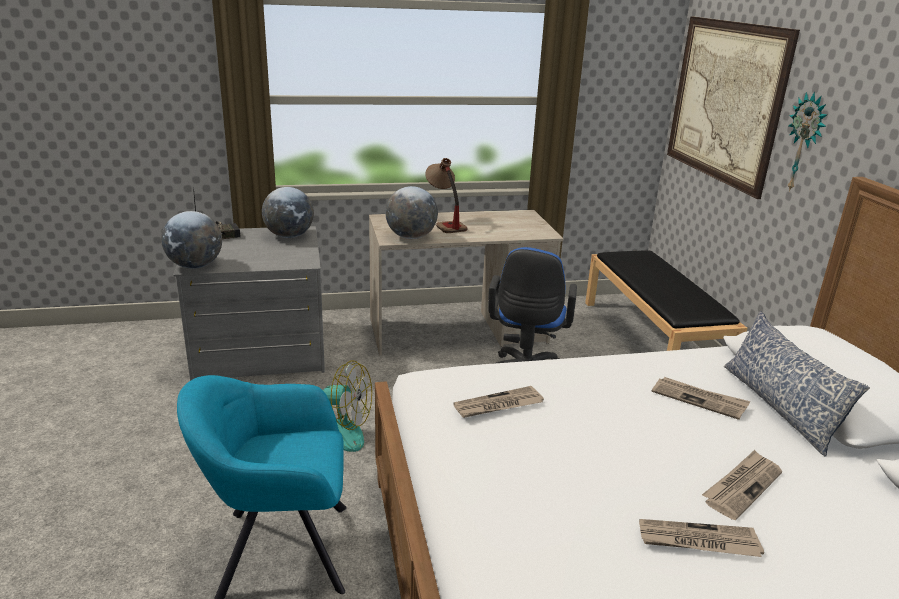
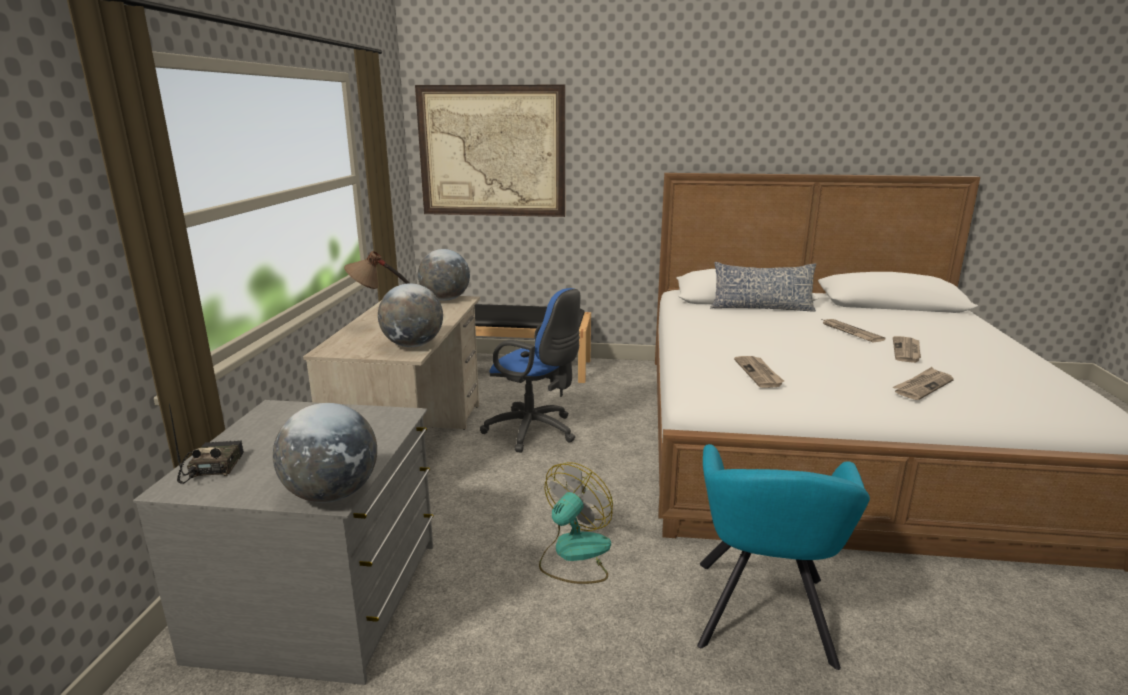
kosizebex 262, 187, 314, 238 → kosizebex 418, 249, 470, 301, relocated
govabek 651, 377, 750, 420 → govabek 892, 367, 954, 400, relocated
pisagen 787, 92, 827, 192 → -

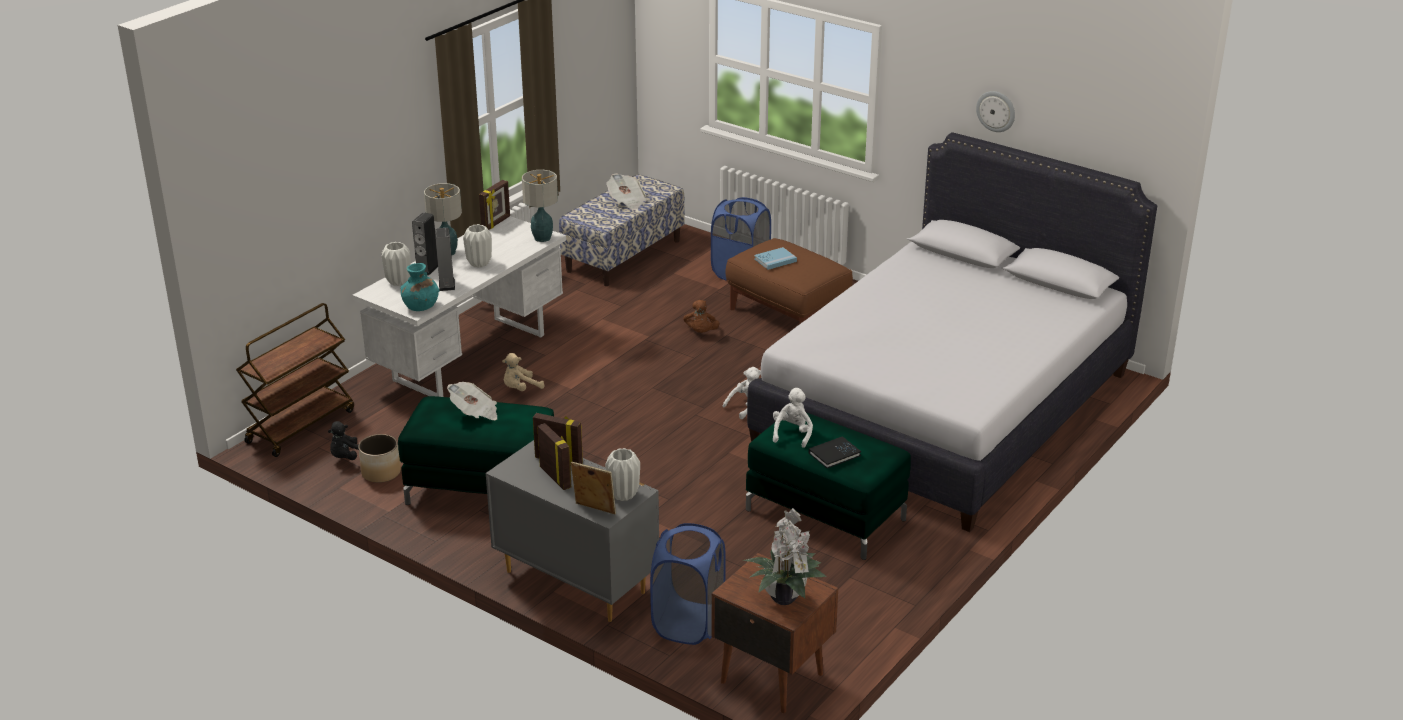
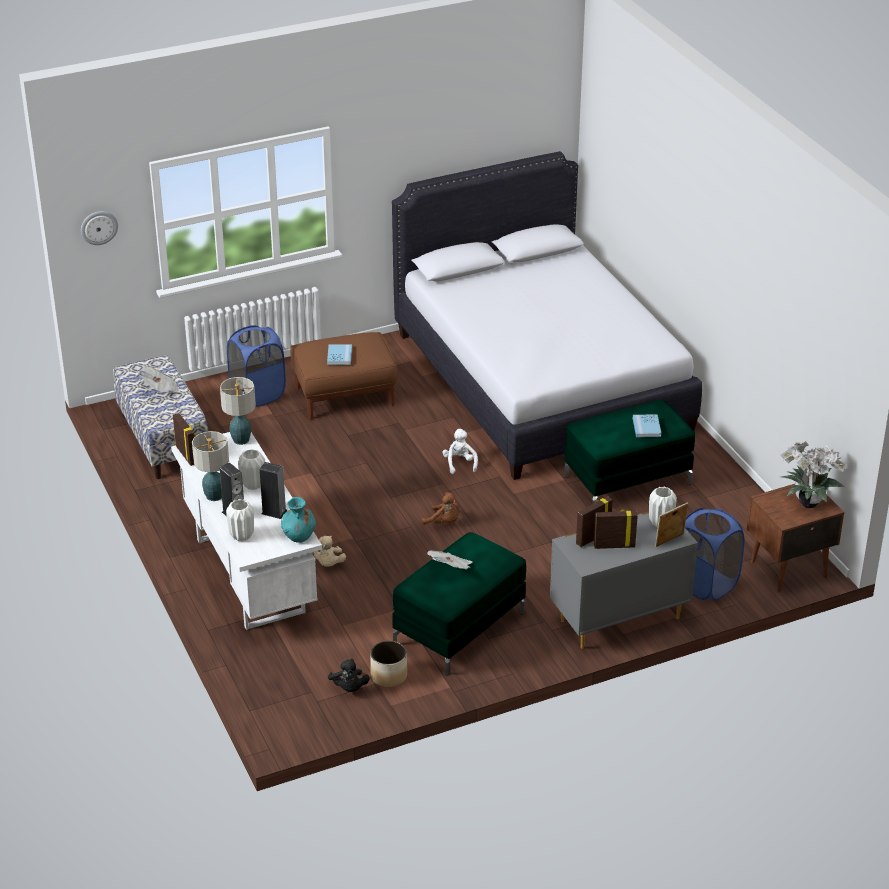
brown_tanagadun 236, 303, 354, 457 → -
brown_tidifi 683, 300, 720, 333 → brown_tidifi 422, 492, 459, 525, relocated
white_tidifi 773, 388, 813, 448 → -
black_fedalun 809, 436, 861, 468 → blue_fedalun 633, 414, 662, 438
pisagen 976, 91, 1015, 132 → pisagen 81, 211, 118, 245, relocated

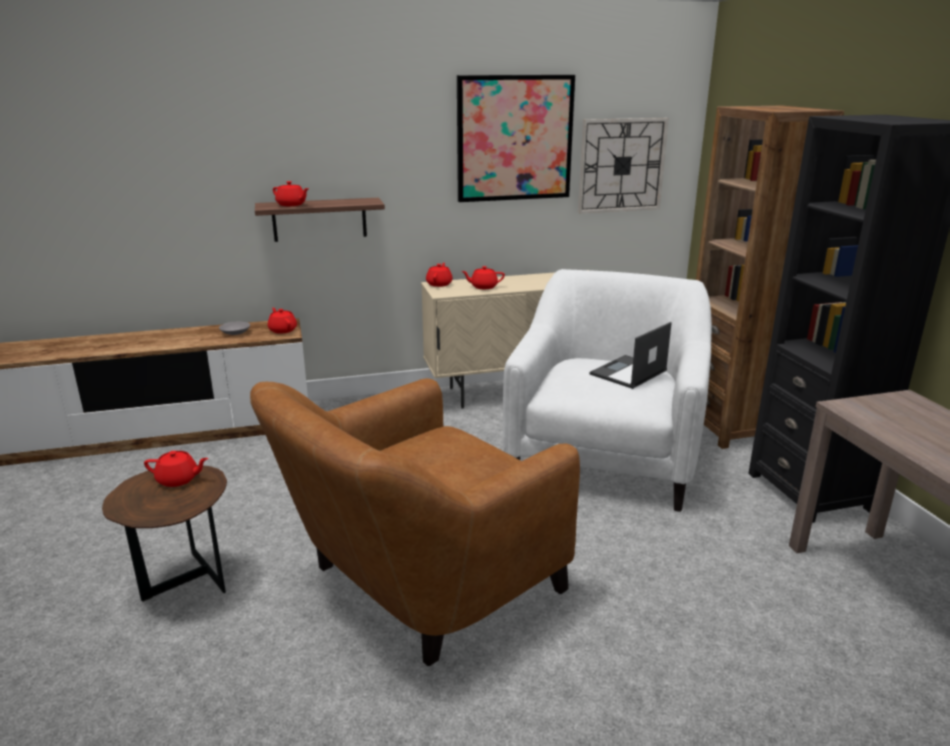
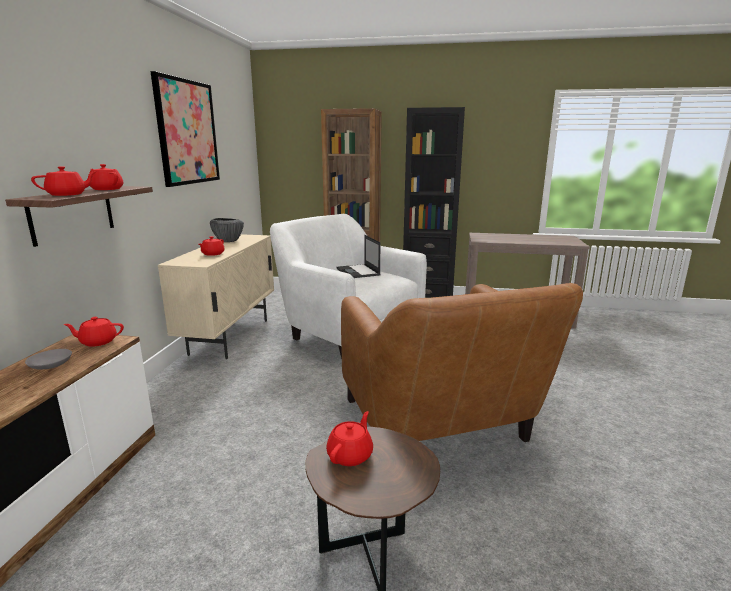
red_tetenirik 426, 263, 453, 287 → red_tetenirik 89, 164, 124, 190, relocated
pisagen 578, 118, 669, 213 → -
- → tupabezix 210, 218, 244, 242

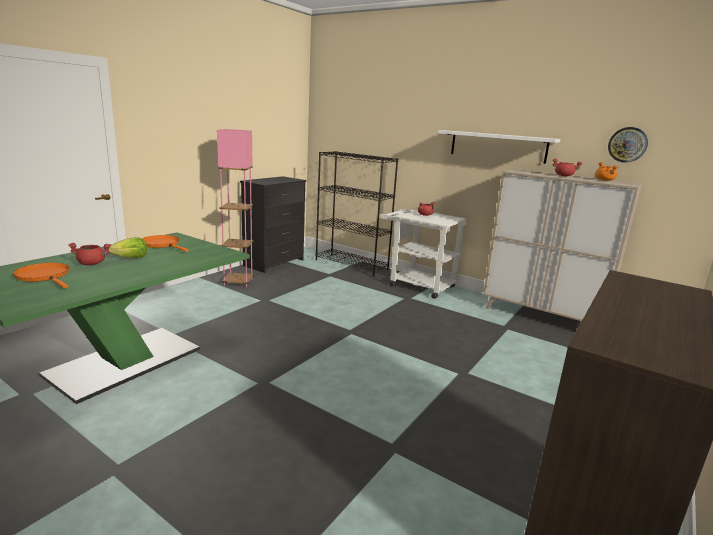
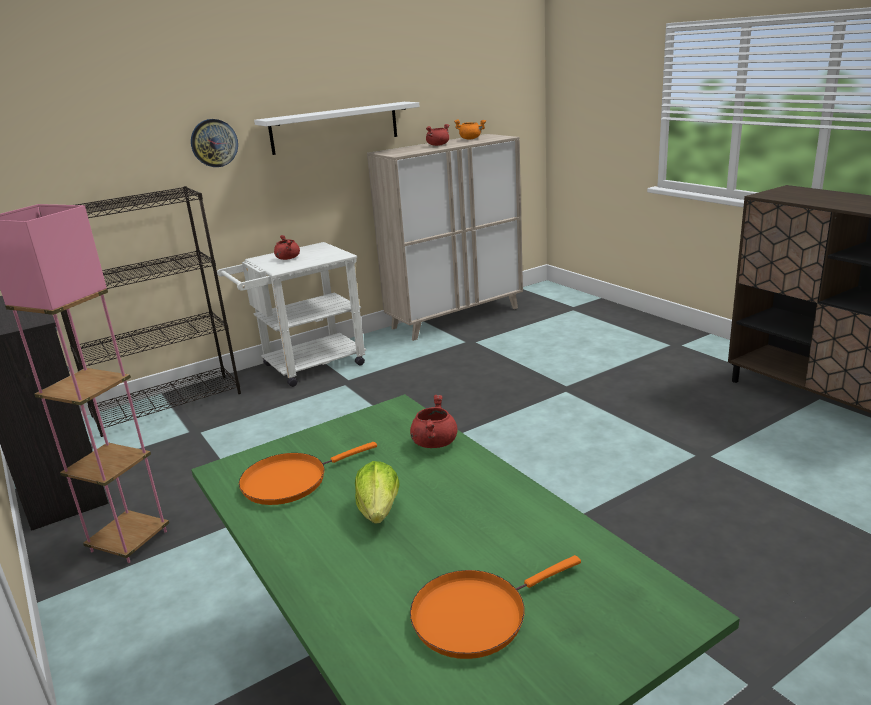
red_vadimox 68, 243, 111, 265 → red_vadimox 410, 395, 457, 448, relocated
pisagen 608, 127, 648, 163 → pisagen 191, 119, 238, 167, relocated

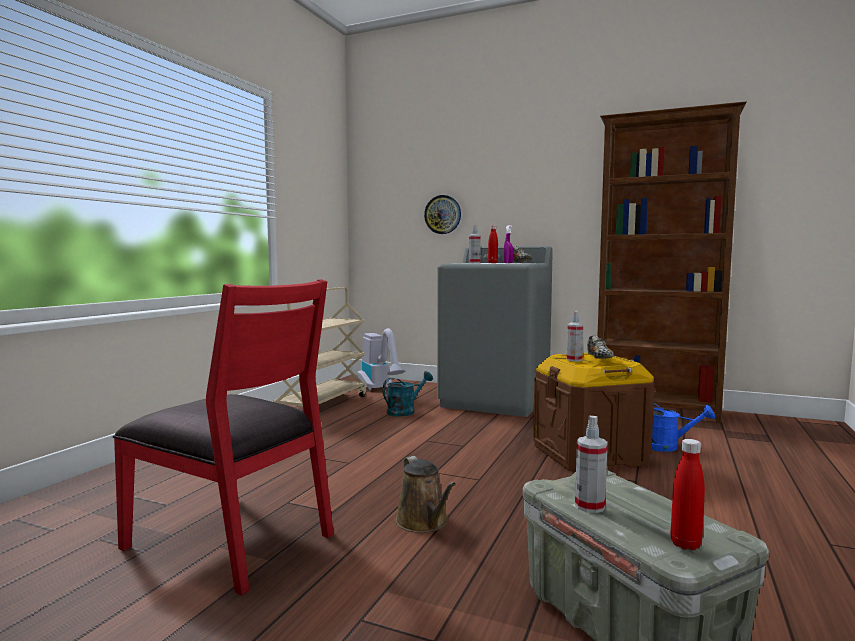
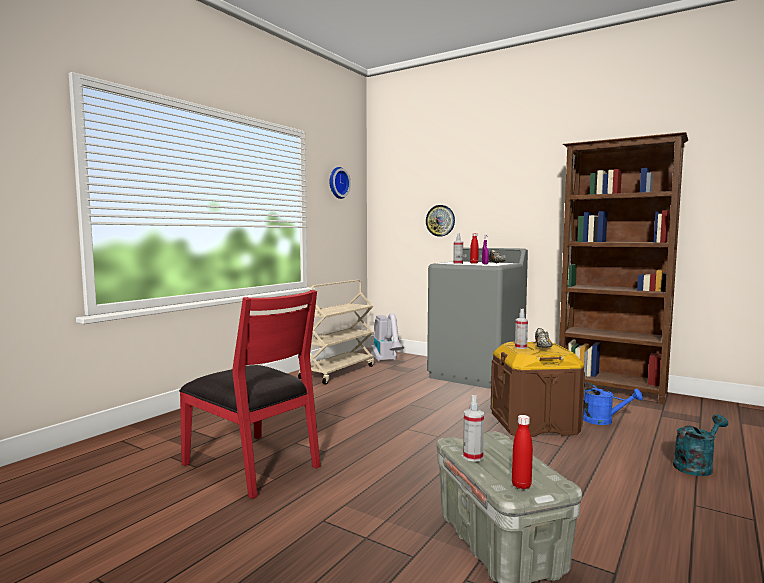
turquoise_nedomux 382, 371, 433, 417 → turquoise_nedomux 673, 415, 728, 476, relocated
brown_nedomux 396, 456, 456, 533 → -
- → pisagen 330, 167, 351, 199

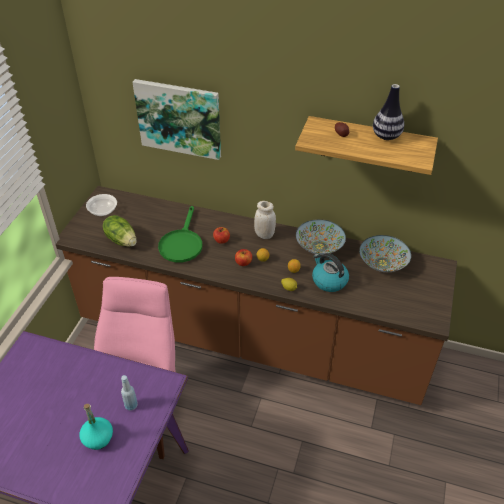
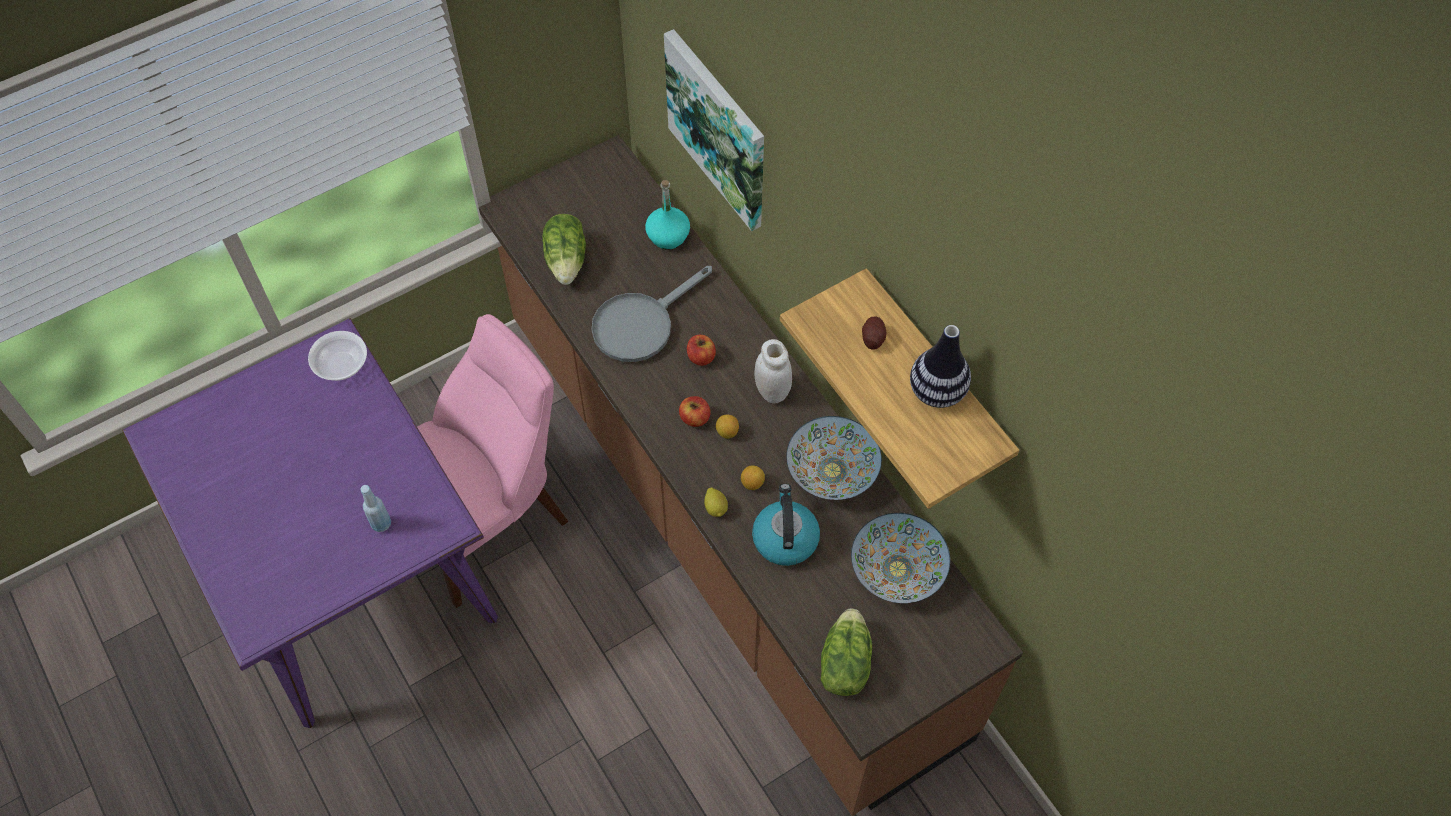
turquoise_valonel 79, 404, 113, 450 → turquoise_valonel 645, 180, 690, 250, relocated
tupabezix 86, 194, 117, 216 → tupabezix 308, 331, 367, 381, relocated
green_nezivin 158, 206, 202, 263 → grey_nezivin 592, 266, 712, 362
- → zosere 821, 609, 872, 696

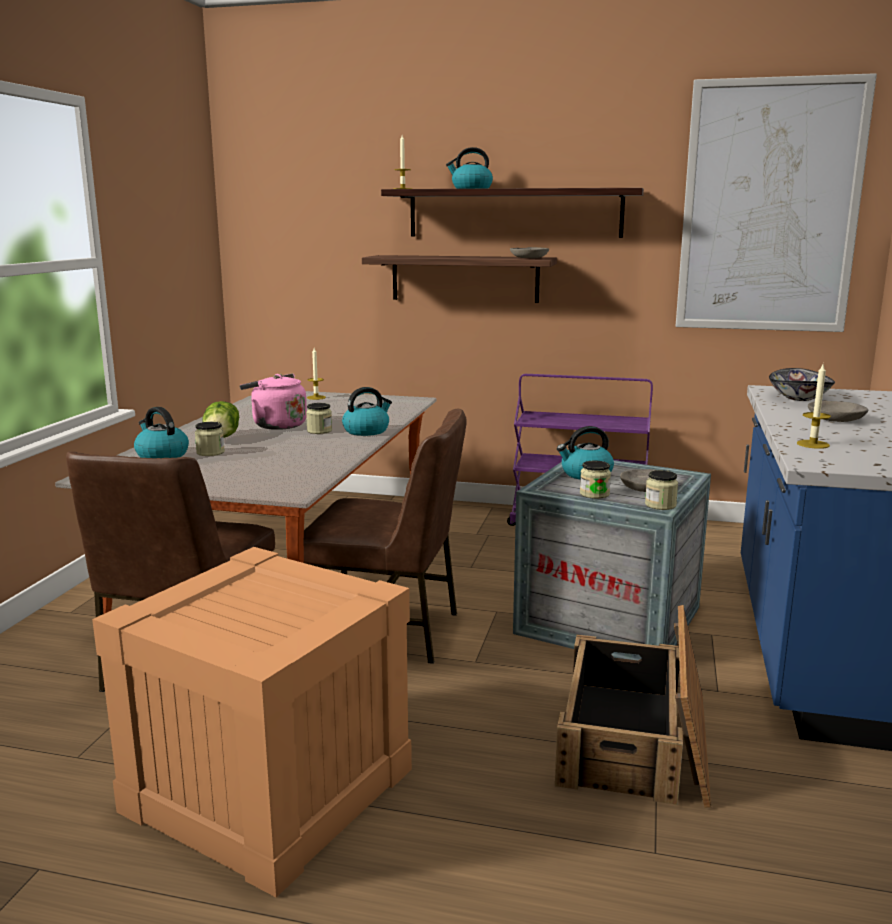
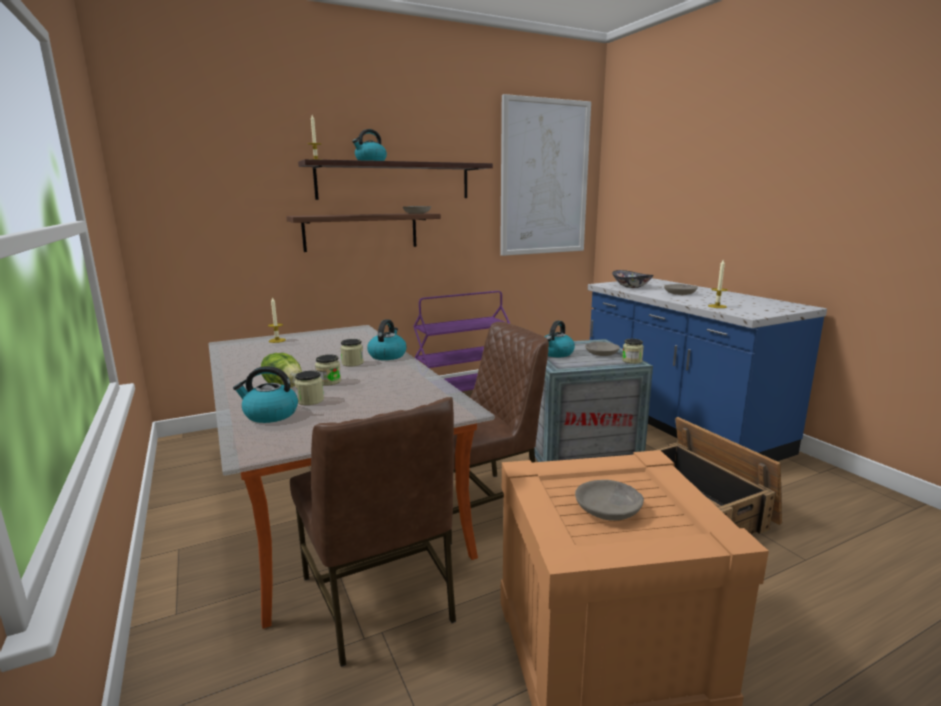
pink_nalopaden 240, 374, 307, 430 → -
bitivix 580, 461, 611, 499 → bitivix 315, 354, 341, 386, relocated
- → grey_tupabezix 575, 480, 644, 521

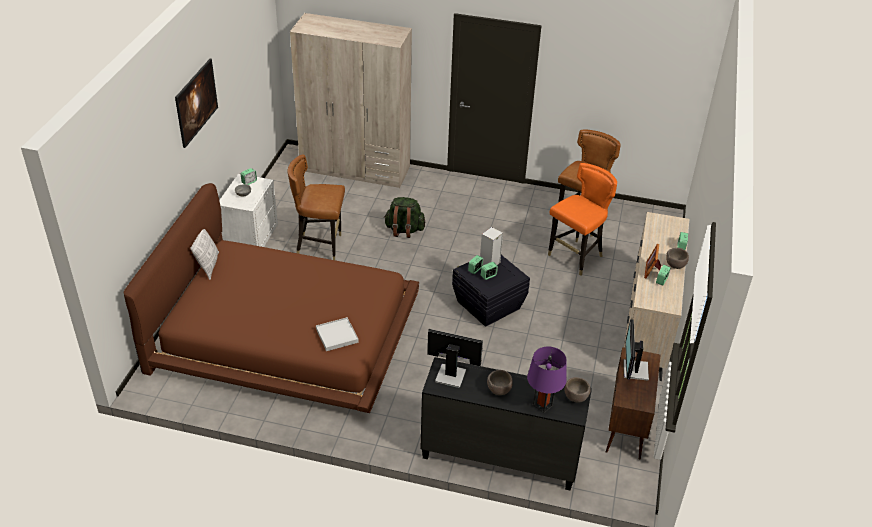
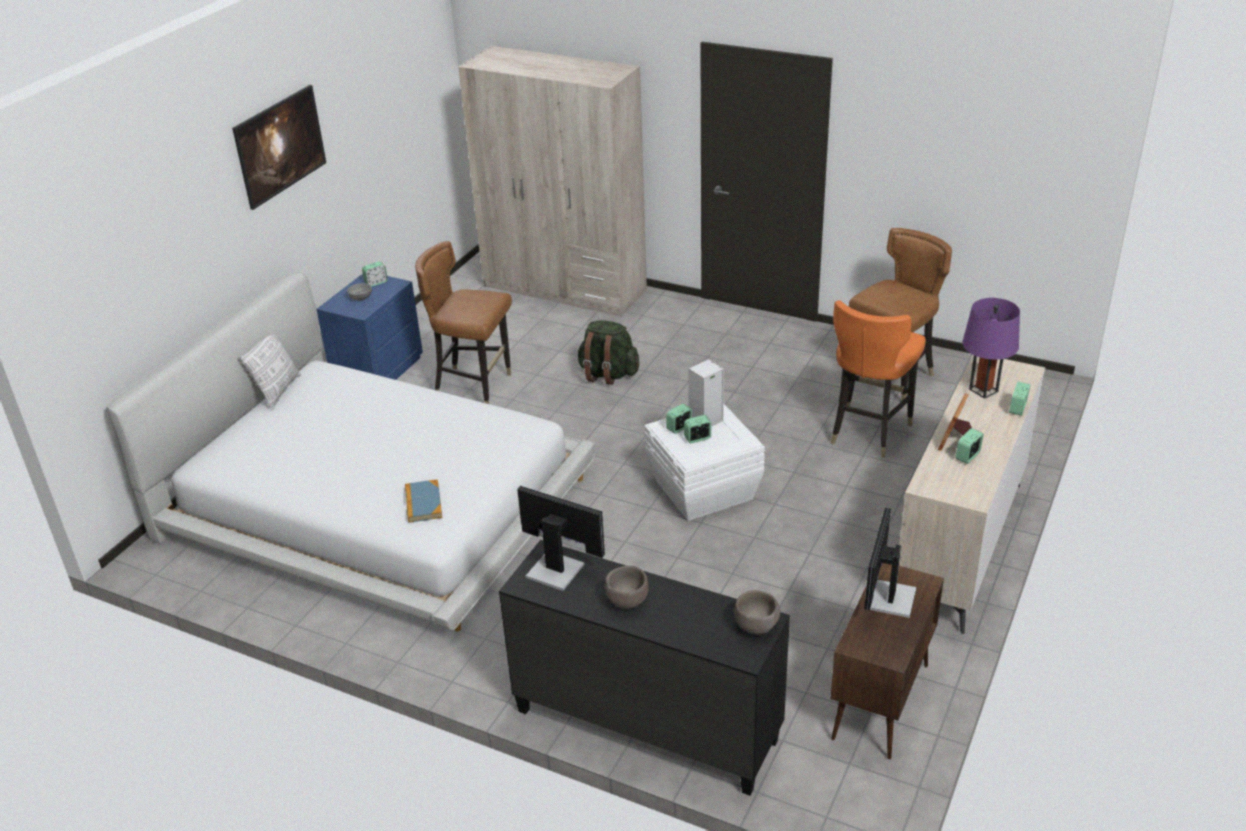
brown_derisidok 123, 183, 419, 413 → white_derisidok 107, 271, 596, 632
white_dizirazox 219, 174, 278, 247 → blue_dizirazox 316, 274, 423, 380
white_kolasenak 316, 317, 358, 351 → fedalun 405, 479, 442, 523
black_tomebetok 452, 255, 530, 327 → white_tomebetok 644, 403, 765, 521
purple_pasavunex 527, 347, 567, 413 → purple_pasavunex 962, 298, 1020, 399, relocated
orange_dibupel 548, 163, 617, 276 → orange_dibupel 831, 300, 926, 458, 150 degrees clockwise
brown_tupabezix 666, 248, 689, 269 → -

